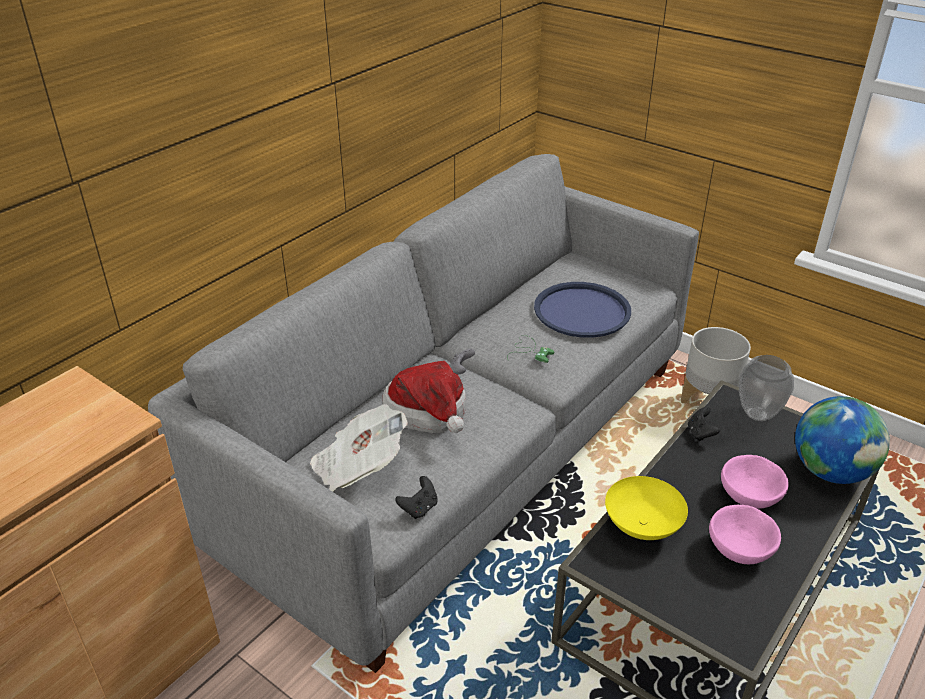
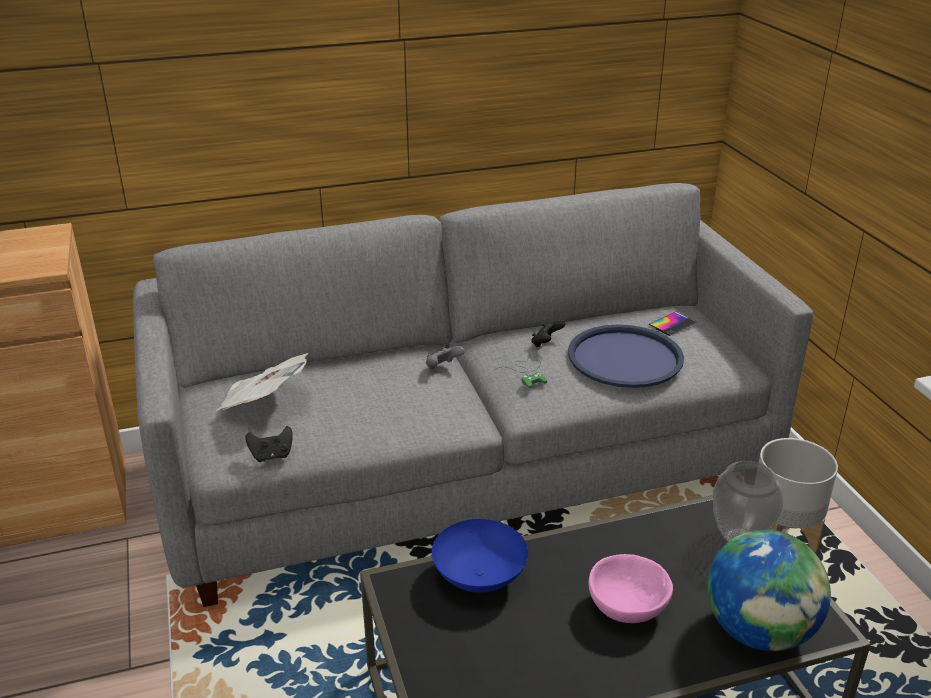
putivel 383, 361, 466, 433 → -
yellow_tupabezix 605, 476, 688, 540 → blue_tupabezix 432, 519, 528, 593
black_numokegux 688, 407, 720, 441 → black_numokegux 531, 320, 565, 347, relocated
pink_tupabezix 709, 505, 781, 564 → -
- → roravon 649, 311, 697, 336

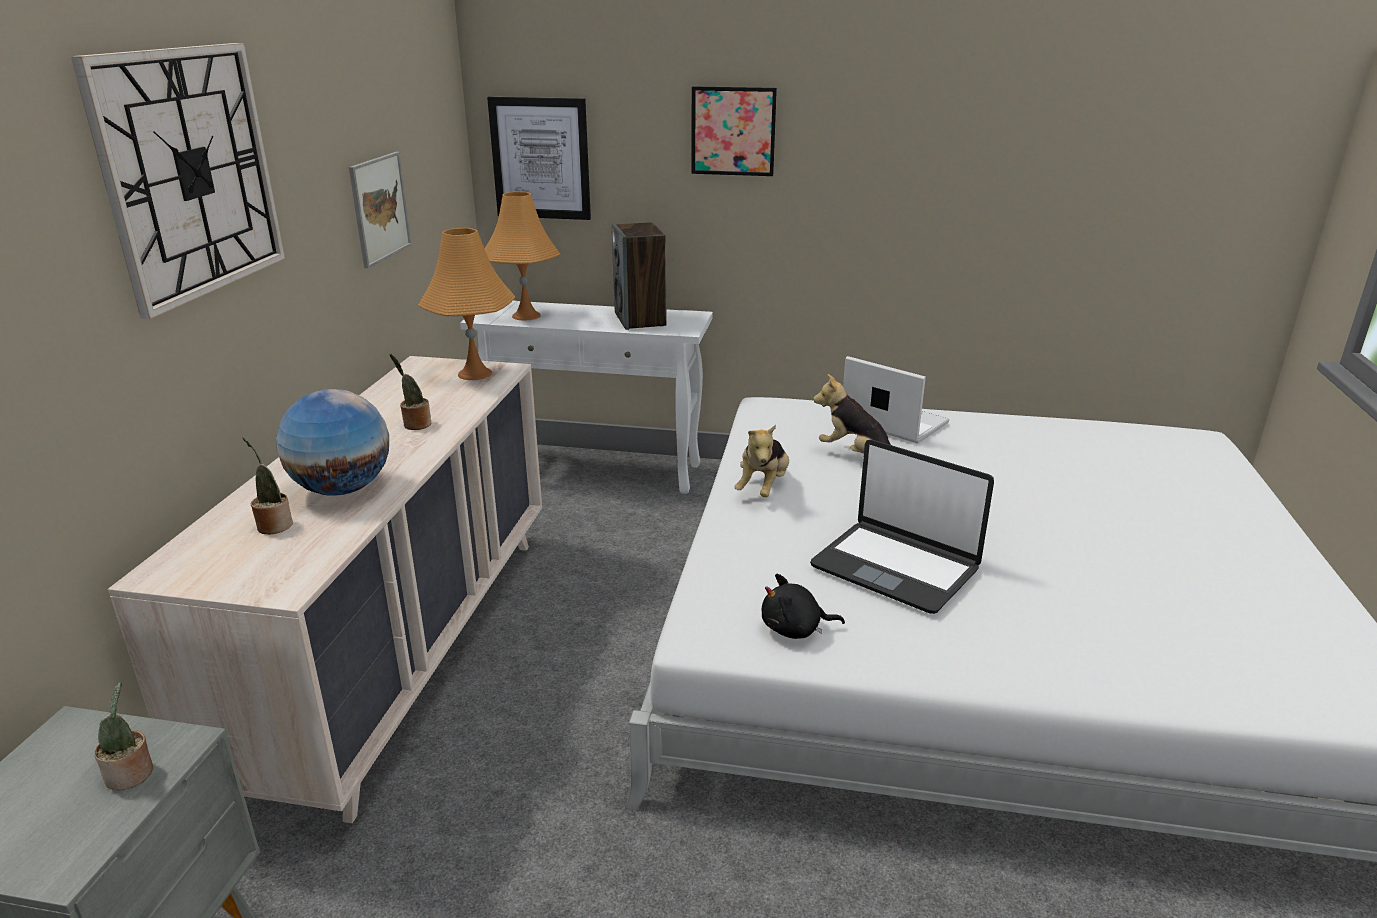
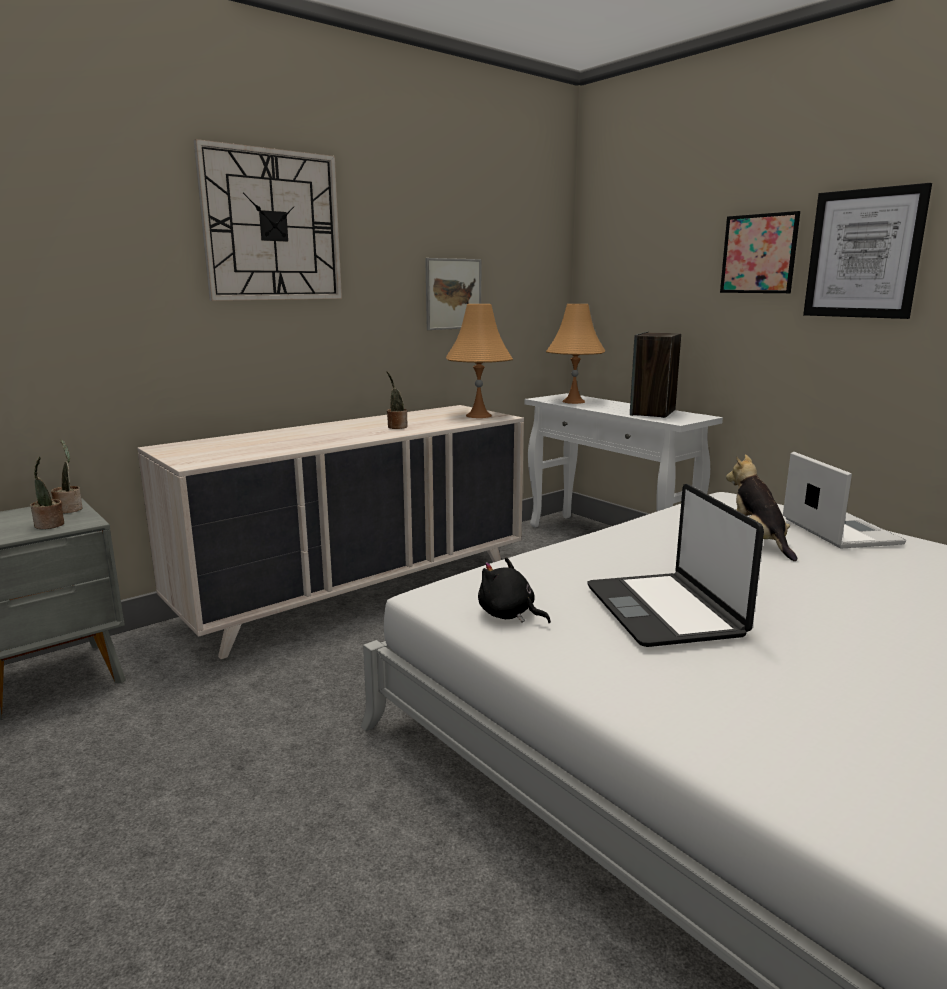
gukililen 243, 437, 293, 534 → gukililen 51, 439, 82, 514, relocated
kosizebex 276, 389, 389, 496 → -
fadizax 487, 97, 591, 220 → fadizax 803, 183, 932, 319, relocated
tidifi 734, 425, 789, 497 → -

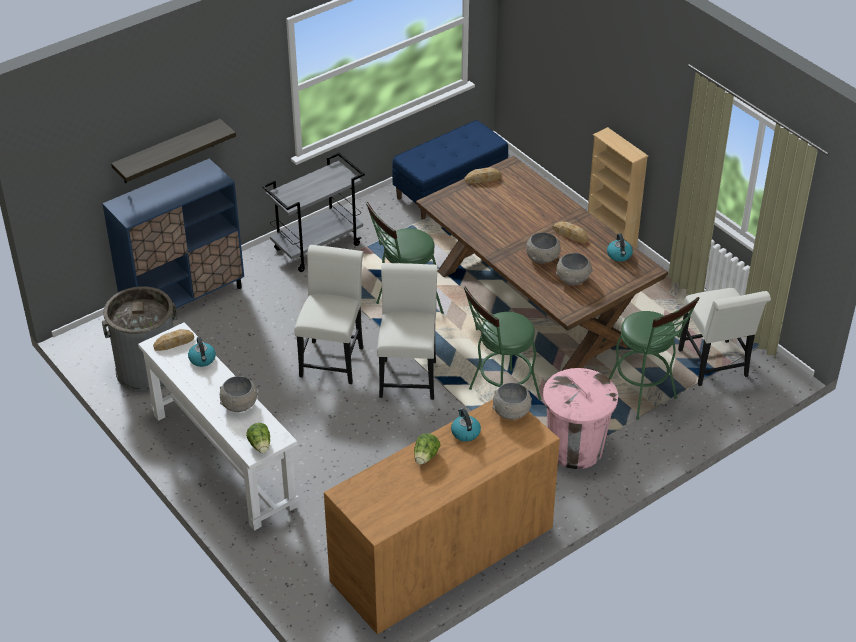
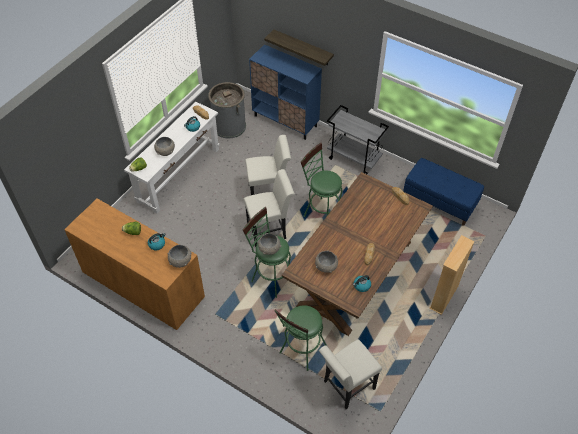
grey_tupabezix 526, 232, 561, 264 → grey_tupabezix 258, 233, 281, 255, relocated
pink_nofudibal 543, 368, 618, 469 → -

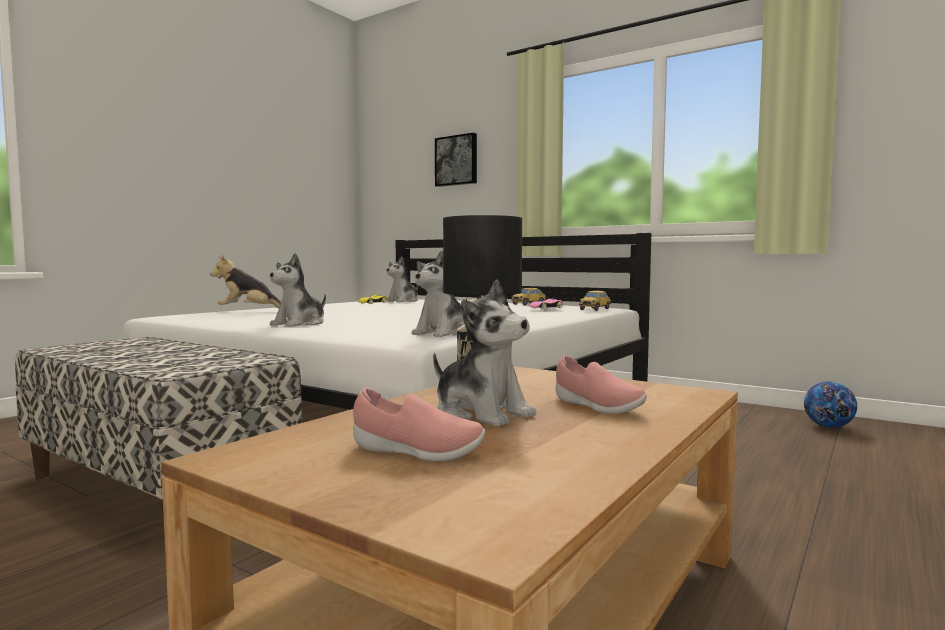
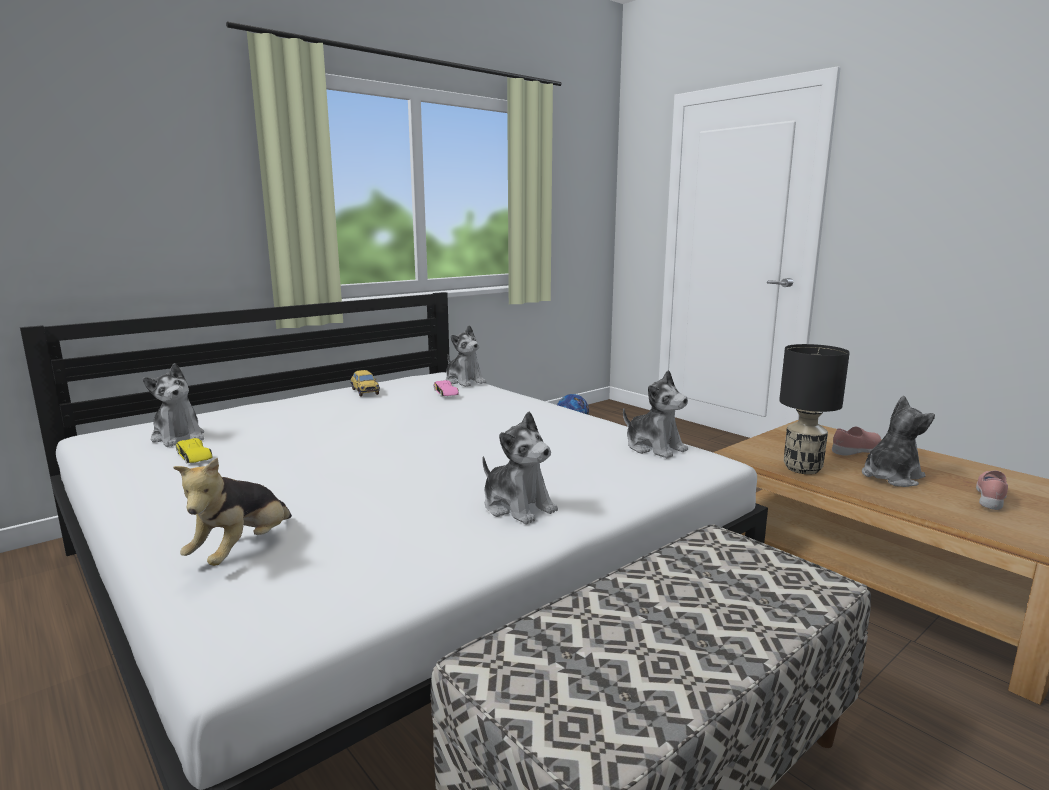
fadizax 435, 133, 477, 187 → -
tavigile 579, 291, 611, 311 → tidifi 446, 325, 486, 387

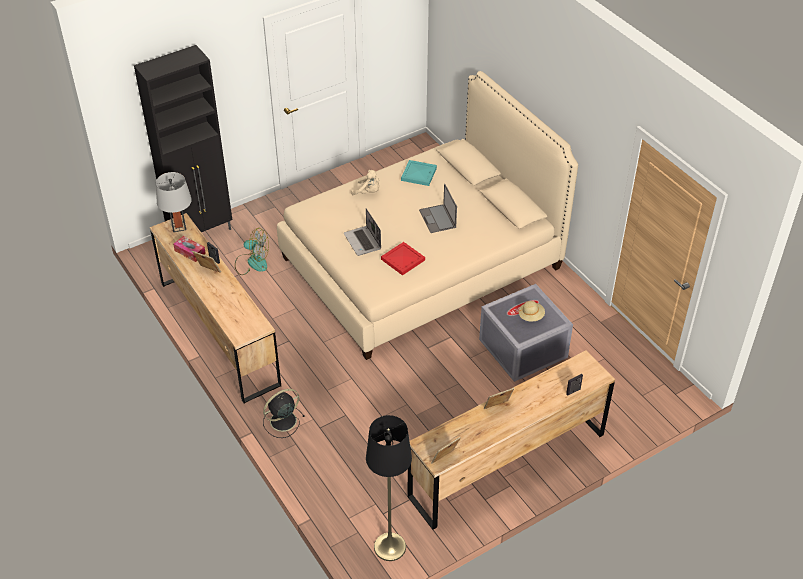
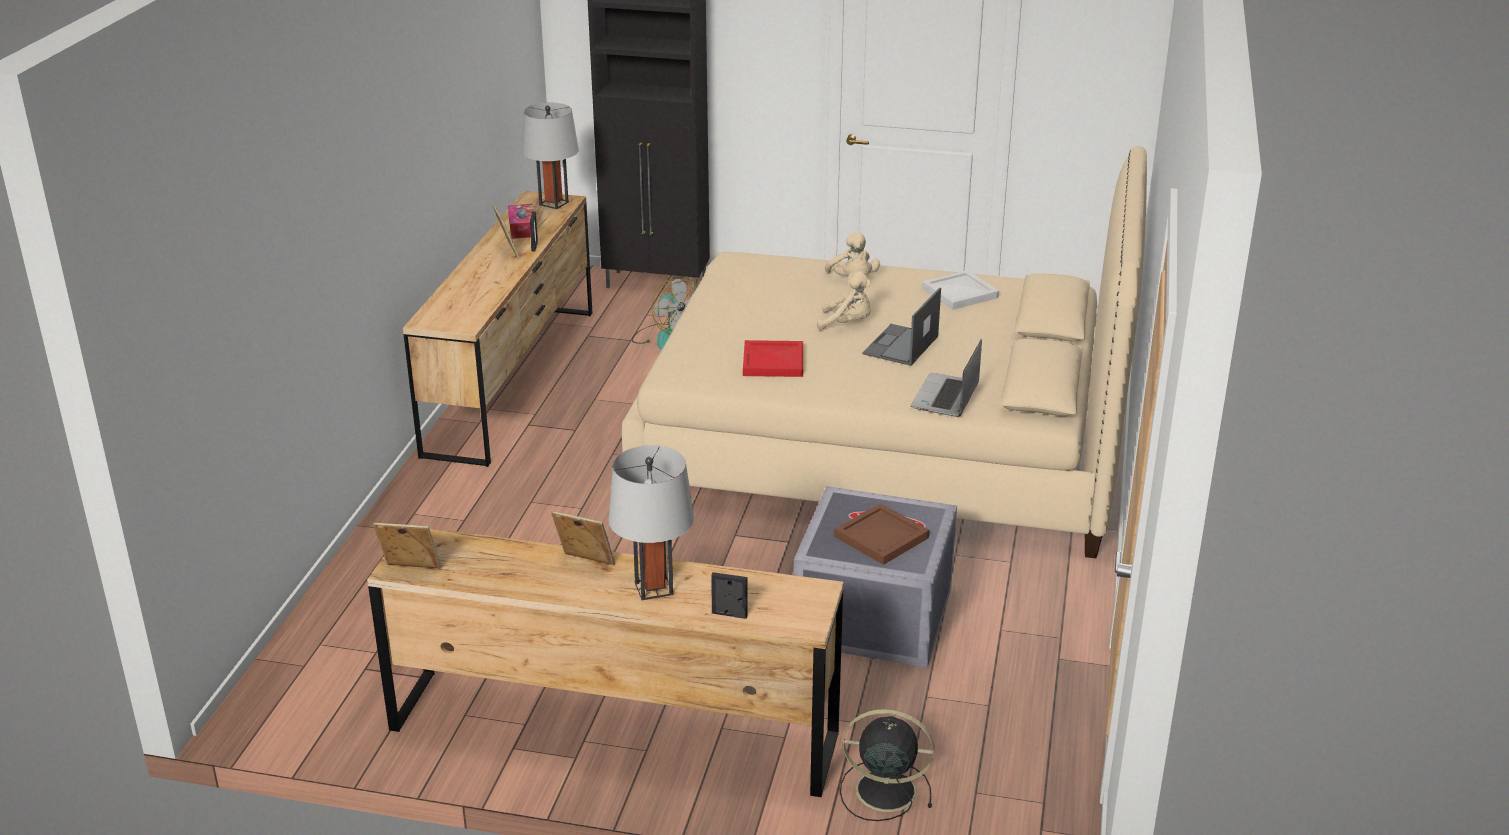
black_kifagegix 263, 389, 305, 438 → black_kifagegix 840, 709, 934, 821, relocated
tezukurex 344, 208, 381, 256 → tezukurex 911, 339, 982, 417, relocated
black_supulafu 366, 415, 412, 561 → -
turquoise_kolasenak 401, 160, 437, 186 → white_kolasenak 922, 270, 999, 310
beige_putivel 518, 301, 545, 321 → brown_kolasenak 834, 503, 929, 565
- → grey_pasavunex 608, 445, 694, 600
- → beige_tidifi 817, 271, 871, 330

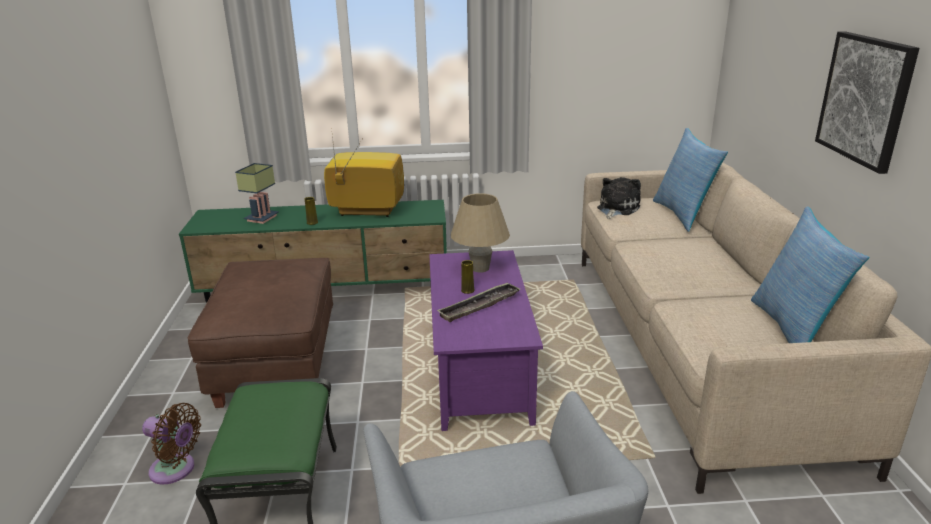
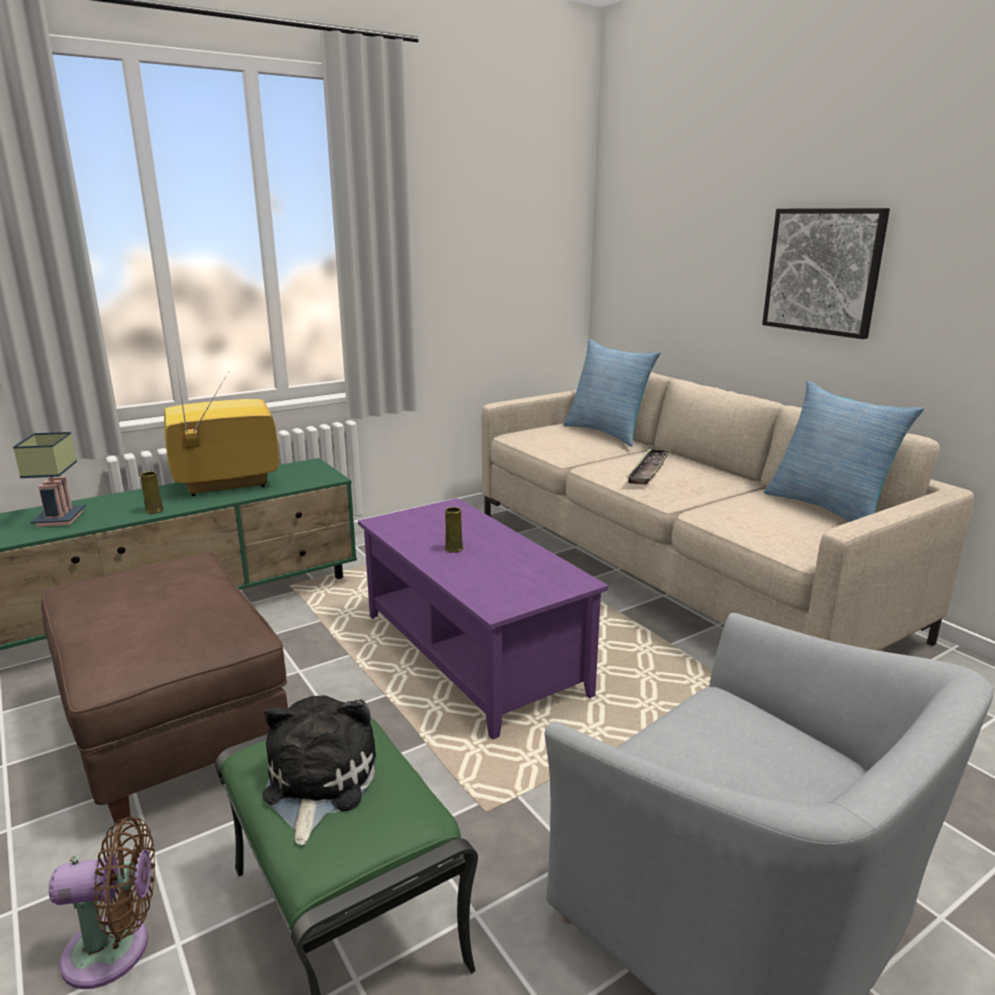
kolasenak 437, 282, 520, 322 → kolasenak 626, 448, 671, 484, relocated
beige_pasavunex 451, 193, 510, 273 → -
tidifi 597, 177, 641, 219 → tidifi 263, 695, 376, 845, relocated

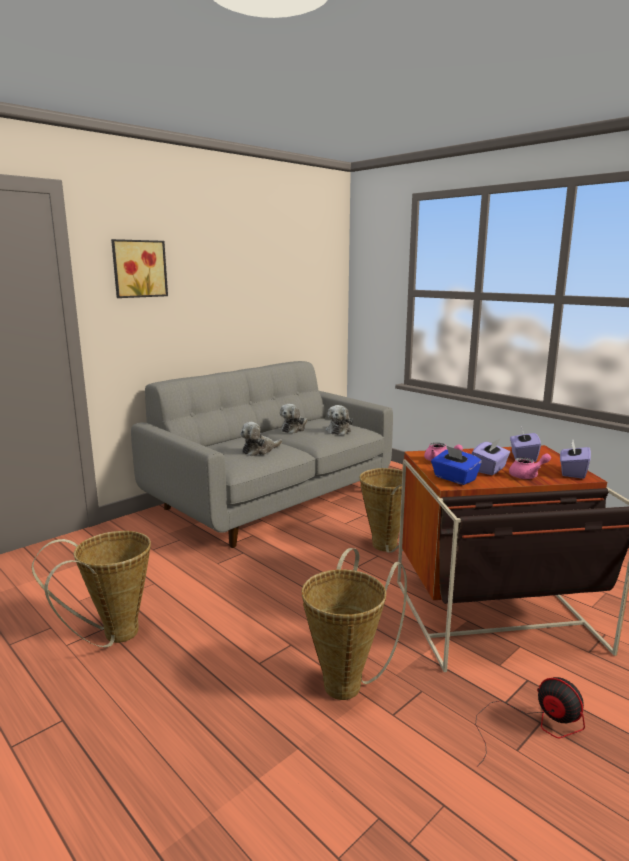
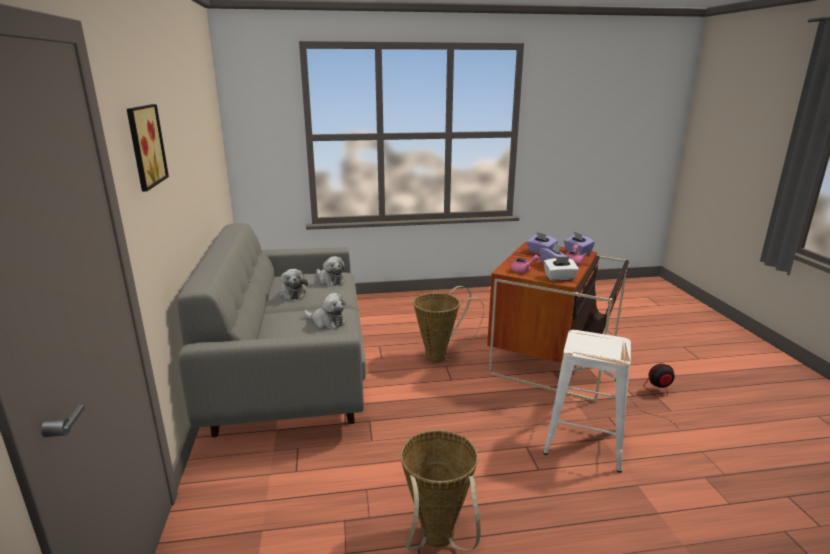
tidifi 240, 422, 282, 456 → tidifi 304, 293, 346, 329, 60 degrees counterclockwise
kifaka 302, 548, 407, 700 → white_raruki 543, 330, 631, 473
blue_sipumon 431, 446, 482, 485 → white_sipumon 544, 257, 579, 281

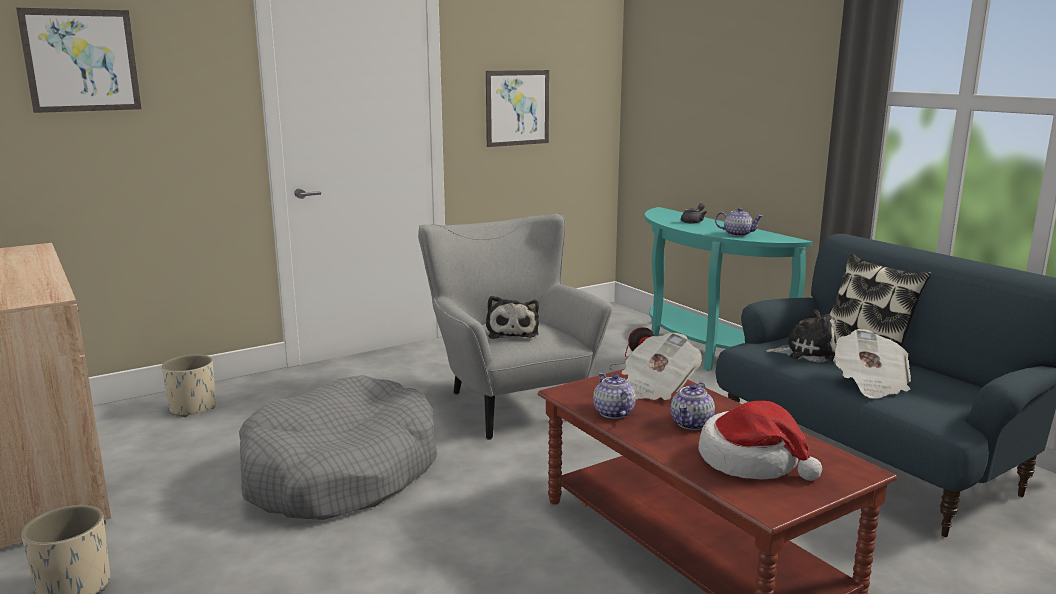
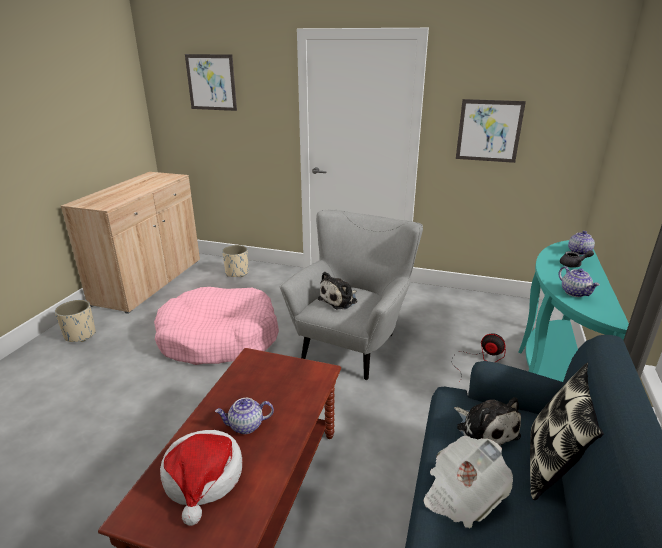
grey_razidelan 239, 375, 437, 520 → pink_razidelan 154, 287, 279, 365
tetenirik 593, 373, 636, 419 → tetenirik 568, 231, 595, 255, relocated
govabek 621, 333, 702, 400 → -

